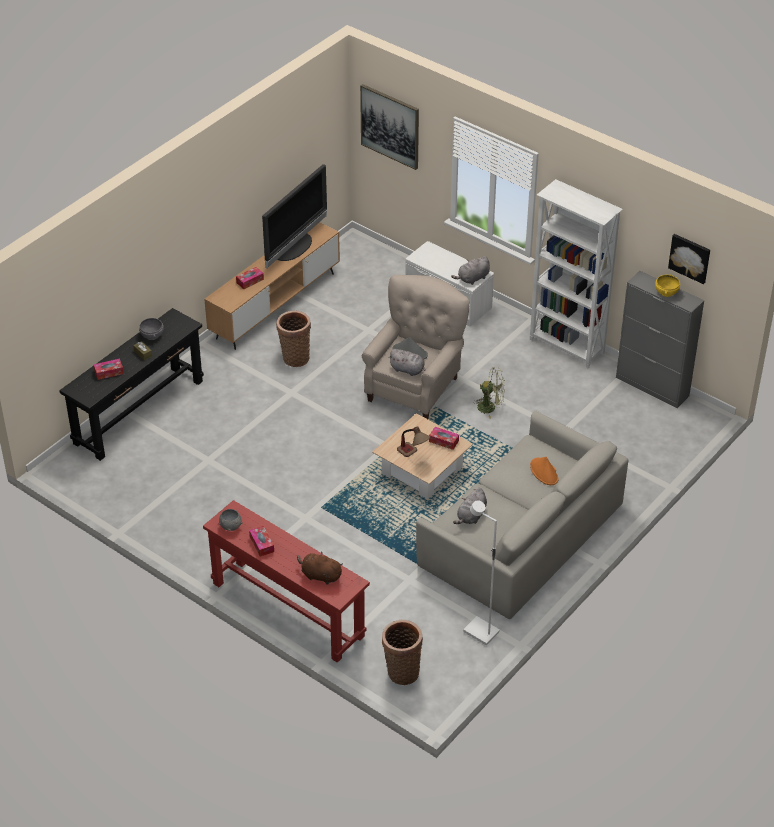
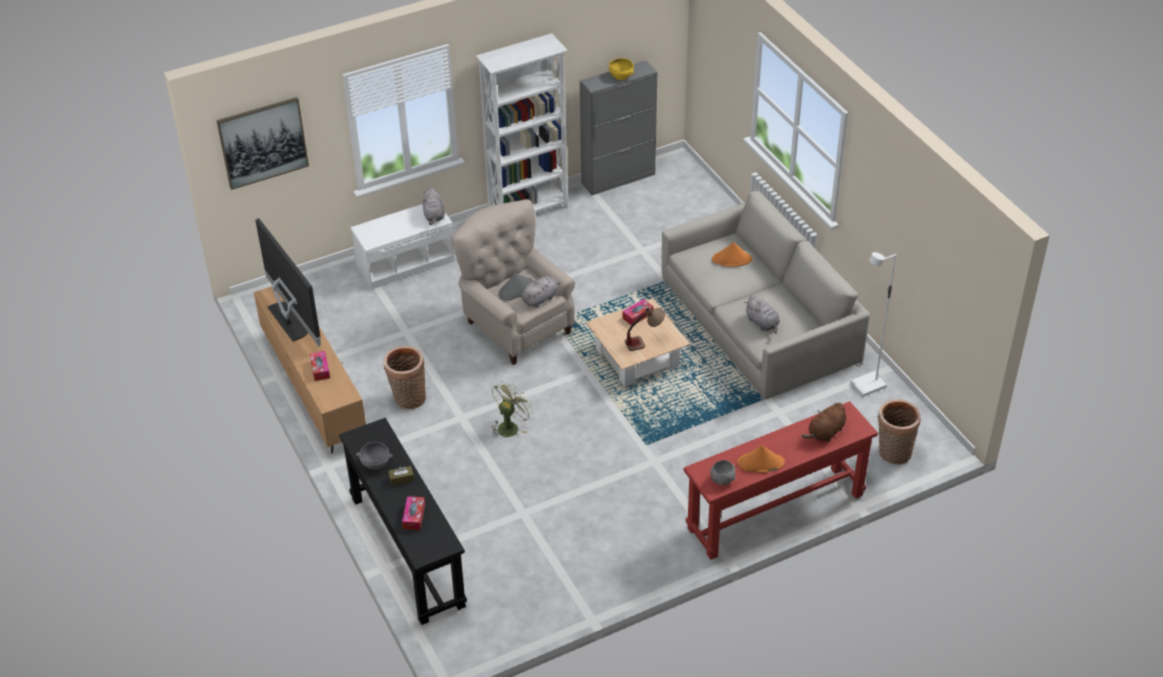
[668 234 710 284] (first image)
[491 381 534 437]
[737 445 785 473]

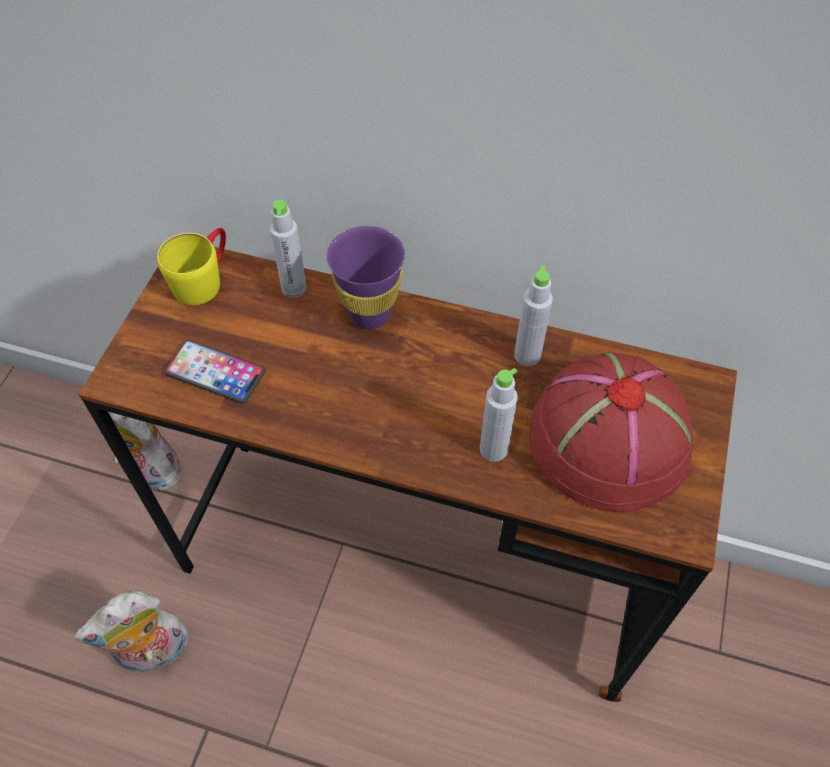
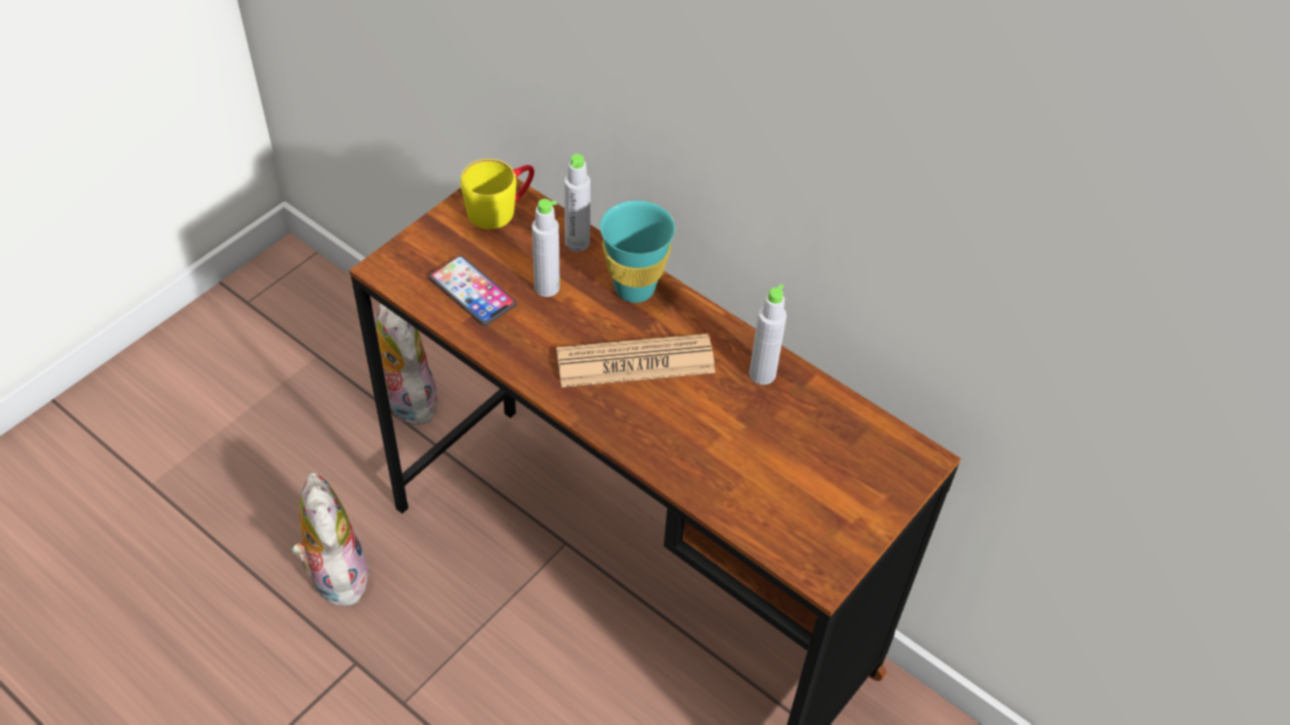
[600 200 675 303]
[529 353 693 512] (first image)
[532 199 560 297]
[291 472 370 606]
[556 334 715 387]

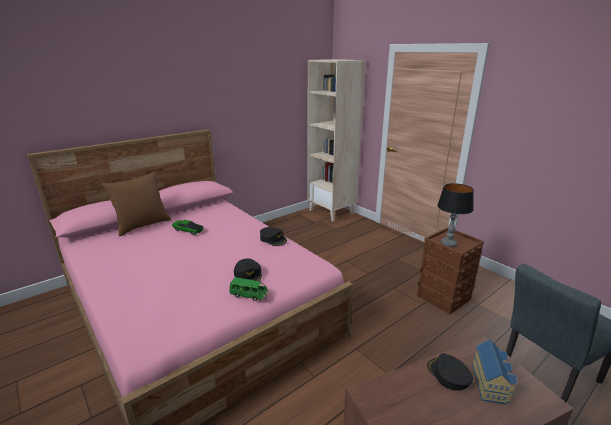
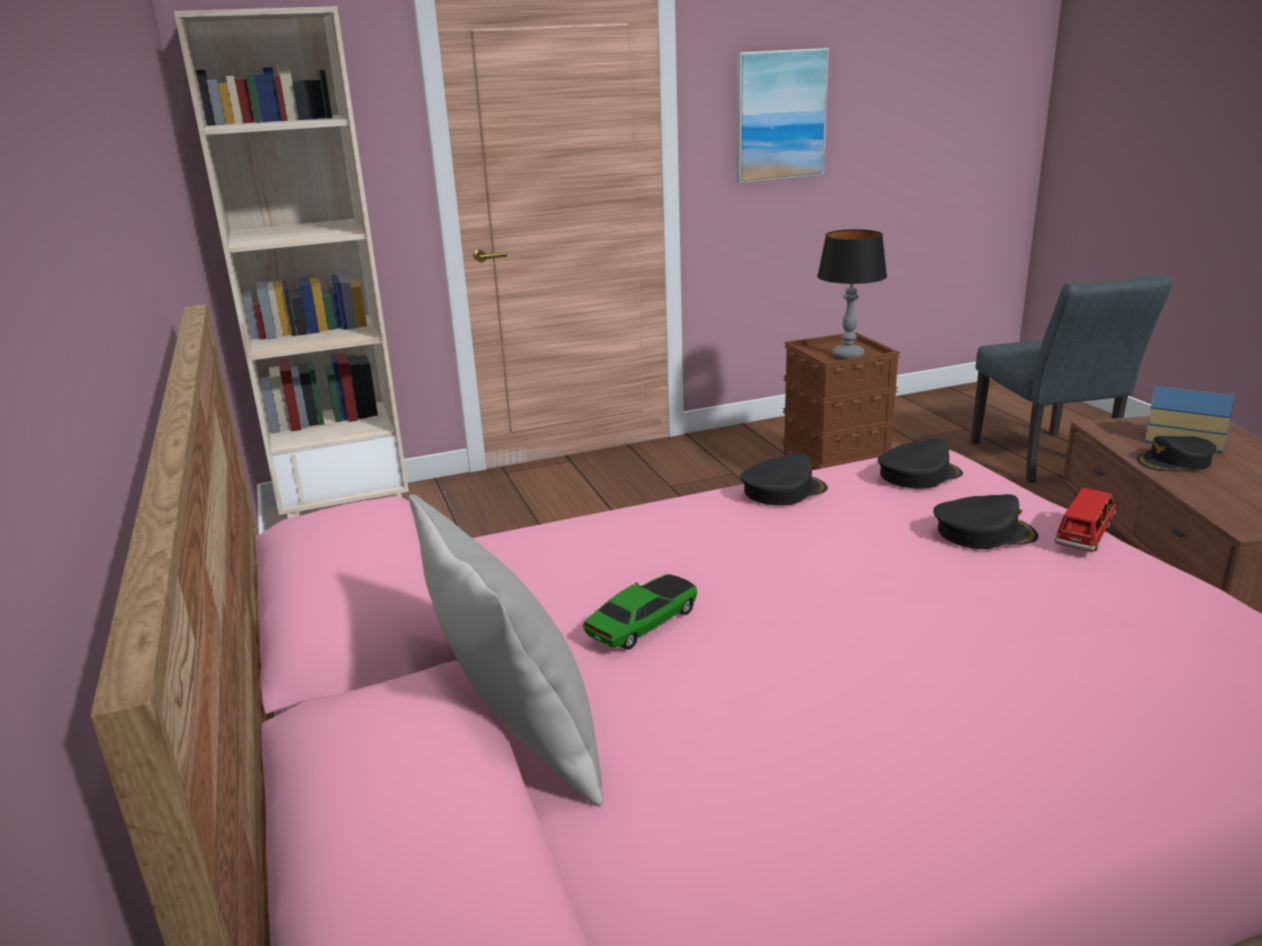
[409 494 603 806]
[1054 488 1119 552]
[736 48 829 184]
[878 438 963 489]

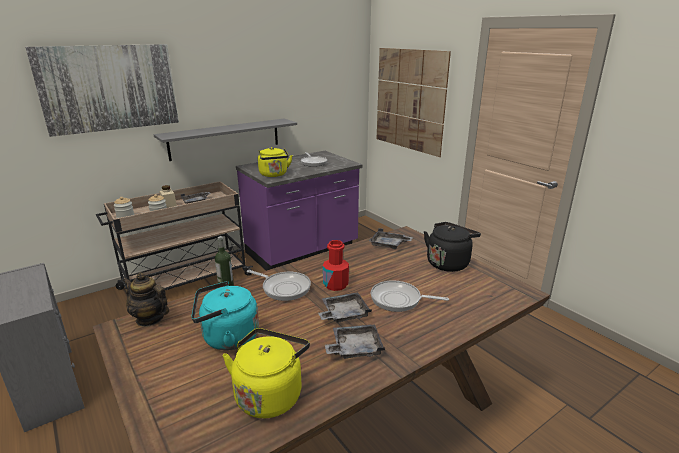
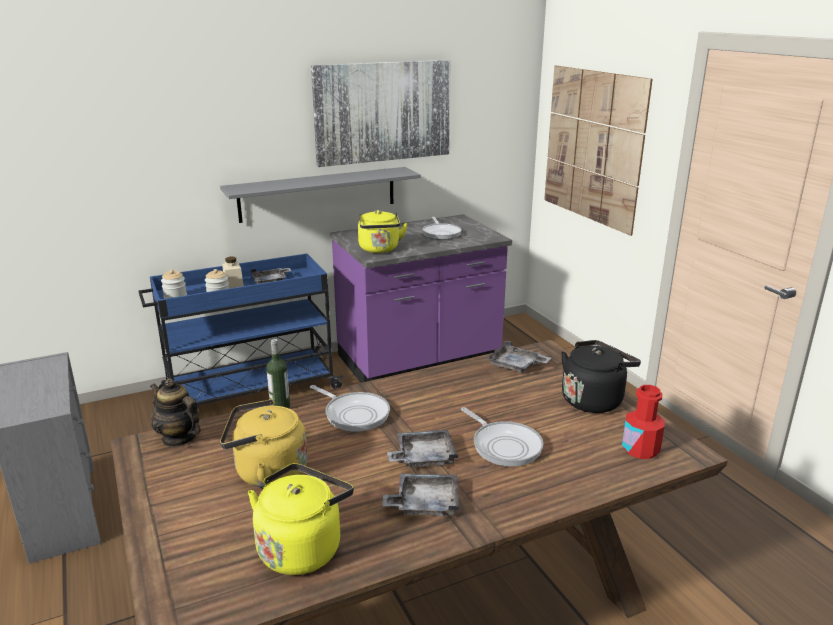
[311 60 451 167]
[138 254 344 405]
[622 385 665 459]
[461 407 544 467]
[220 399 308 488]

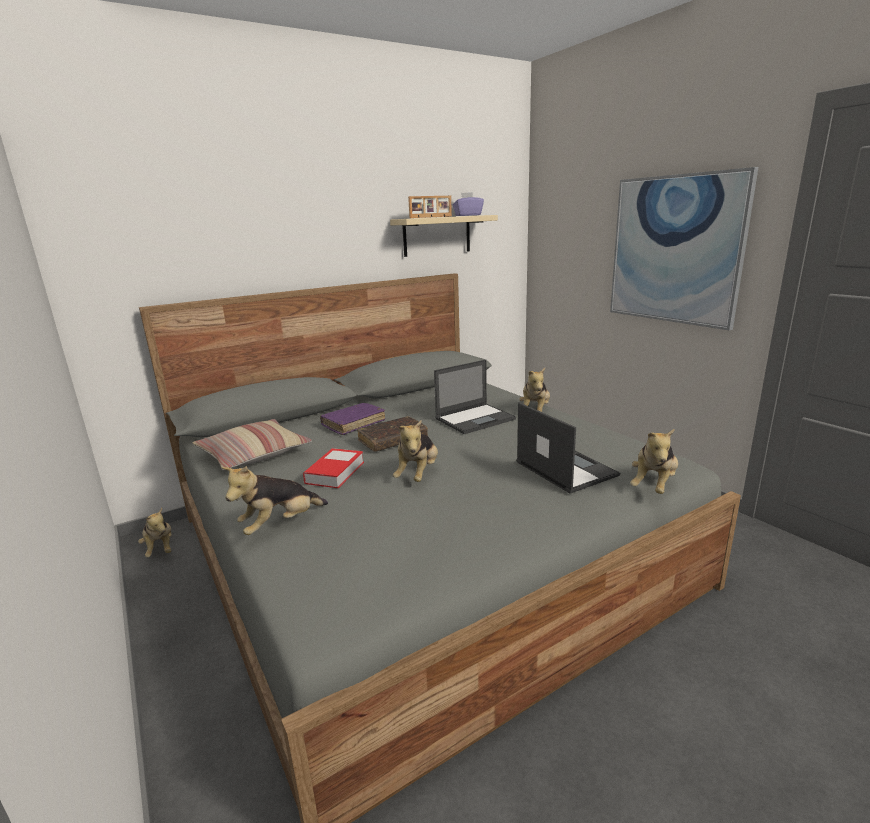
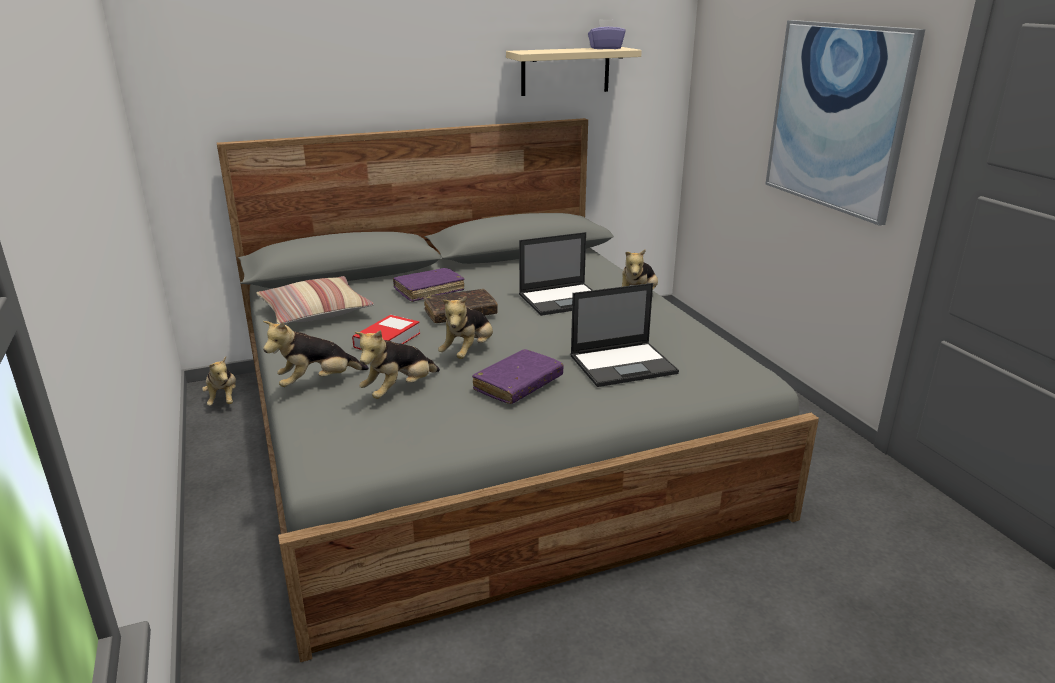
[408 196 452 218] (first image)
[570 283 679 387]
[355 330 440 399]
[472 349 564 404]

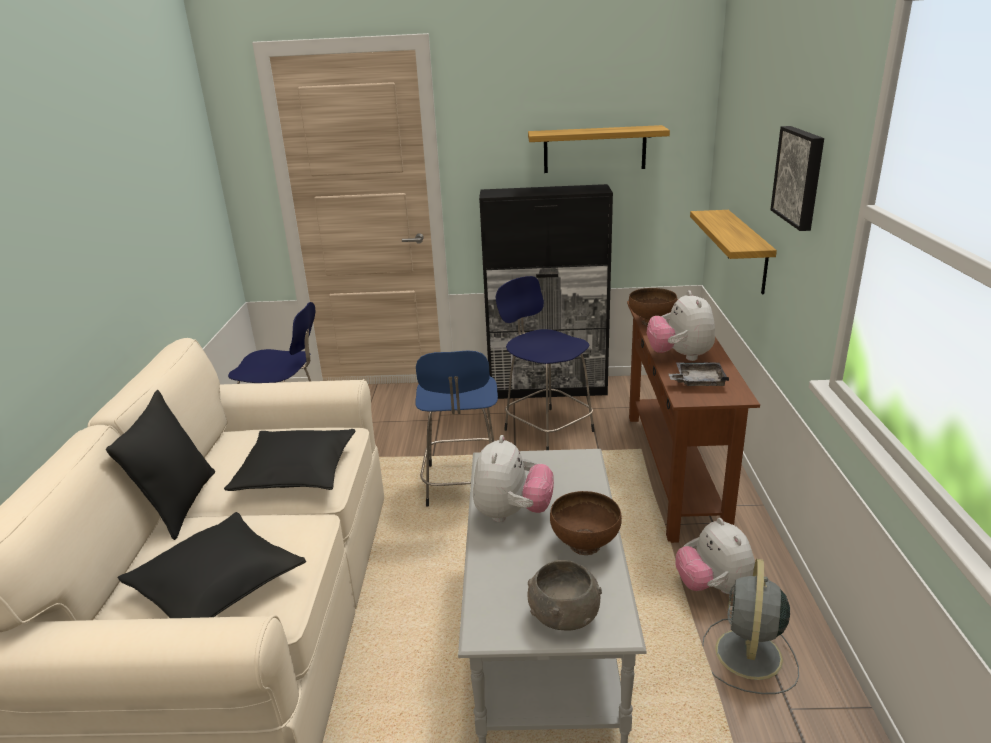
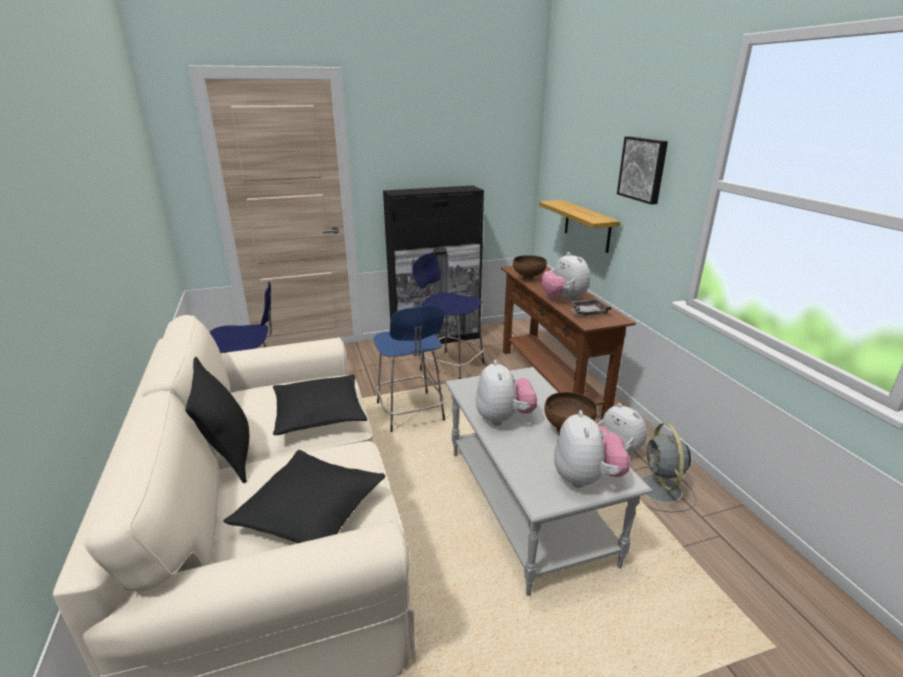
[528 125 670 173] (first image)
[554 410 629 488]

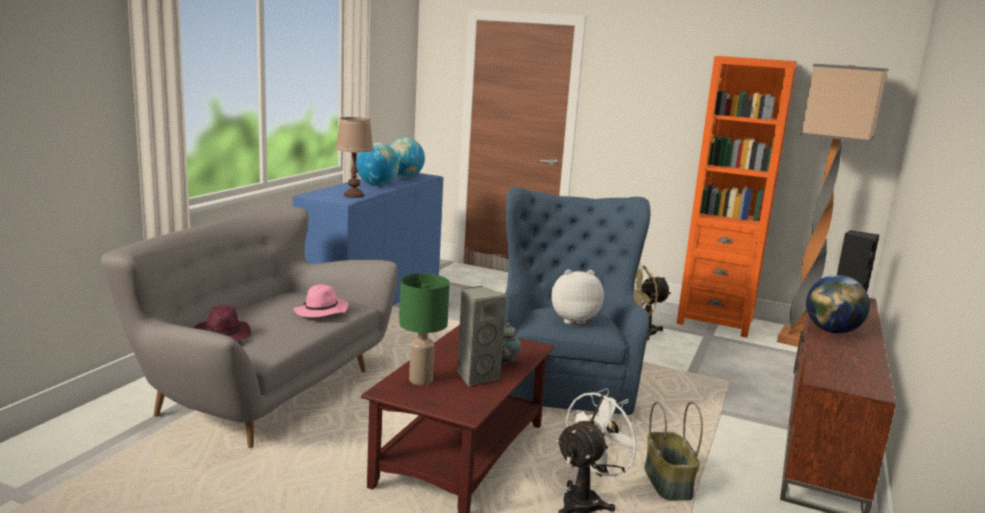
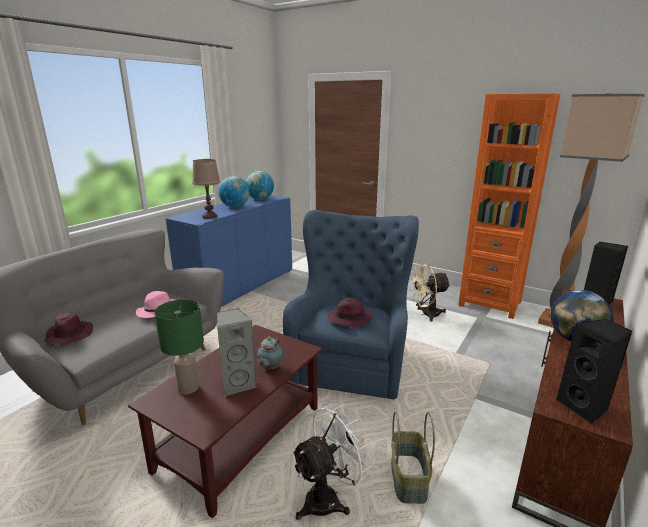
[328 298 373 328]
[556 319 632 424]

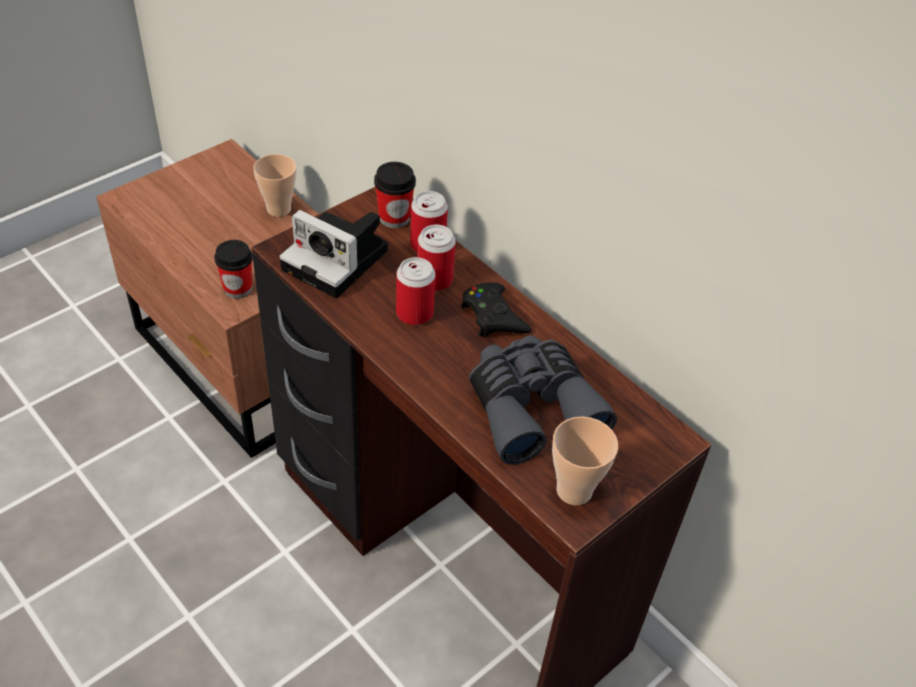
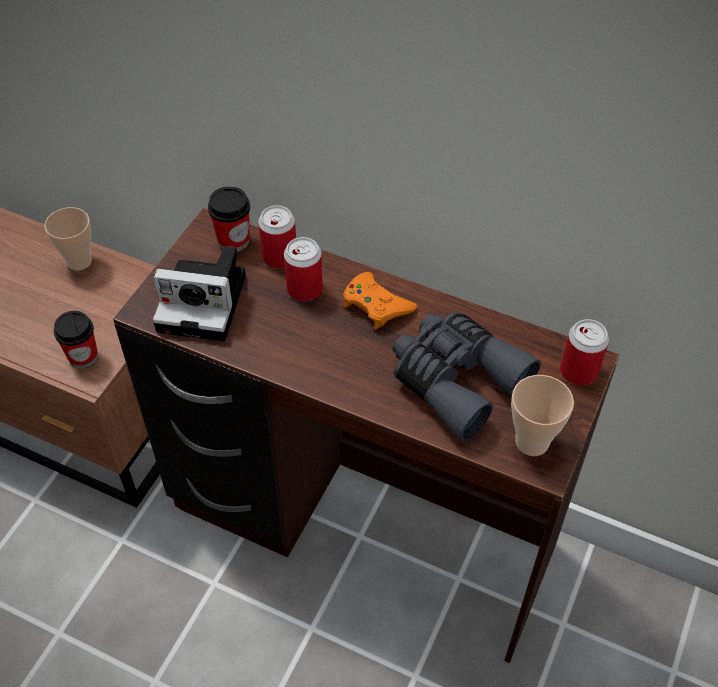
[560 319 609 386]
[343 272 418 330]

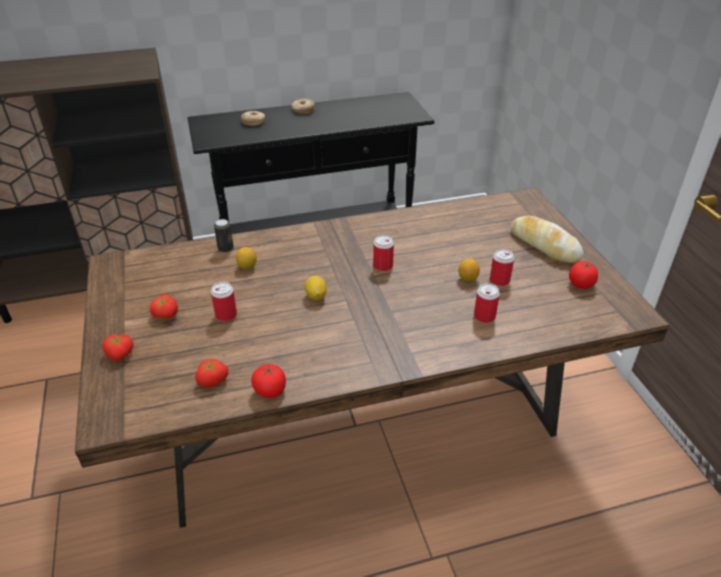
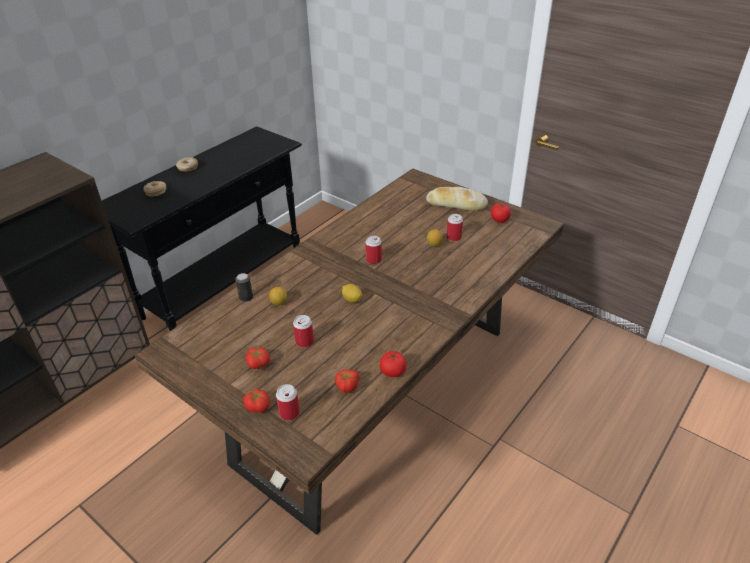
[276 384 300 421]

